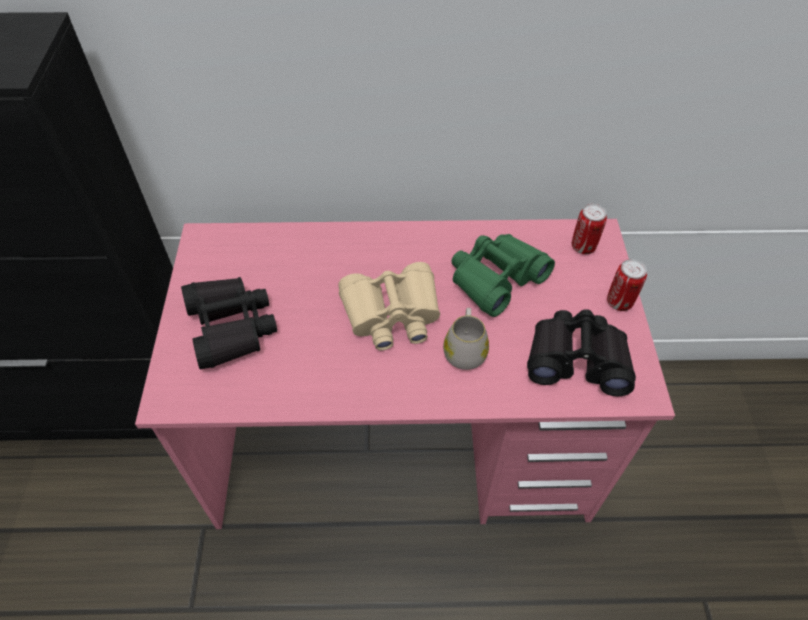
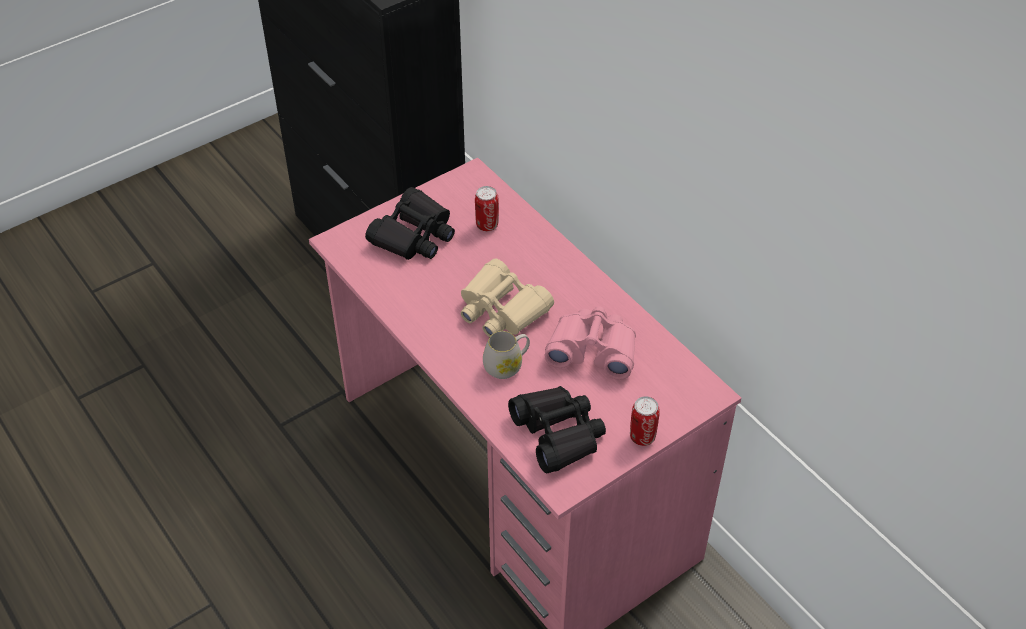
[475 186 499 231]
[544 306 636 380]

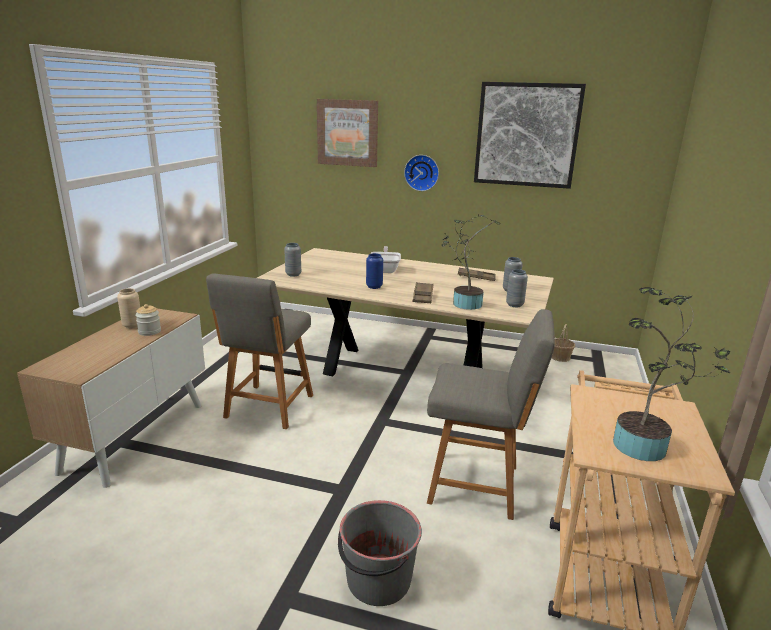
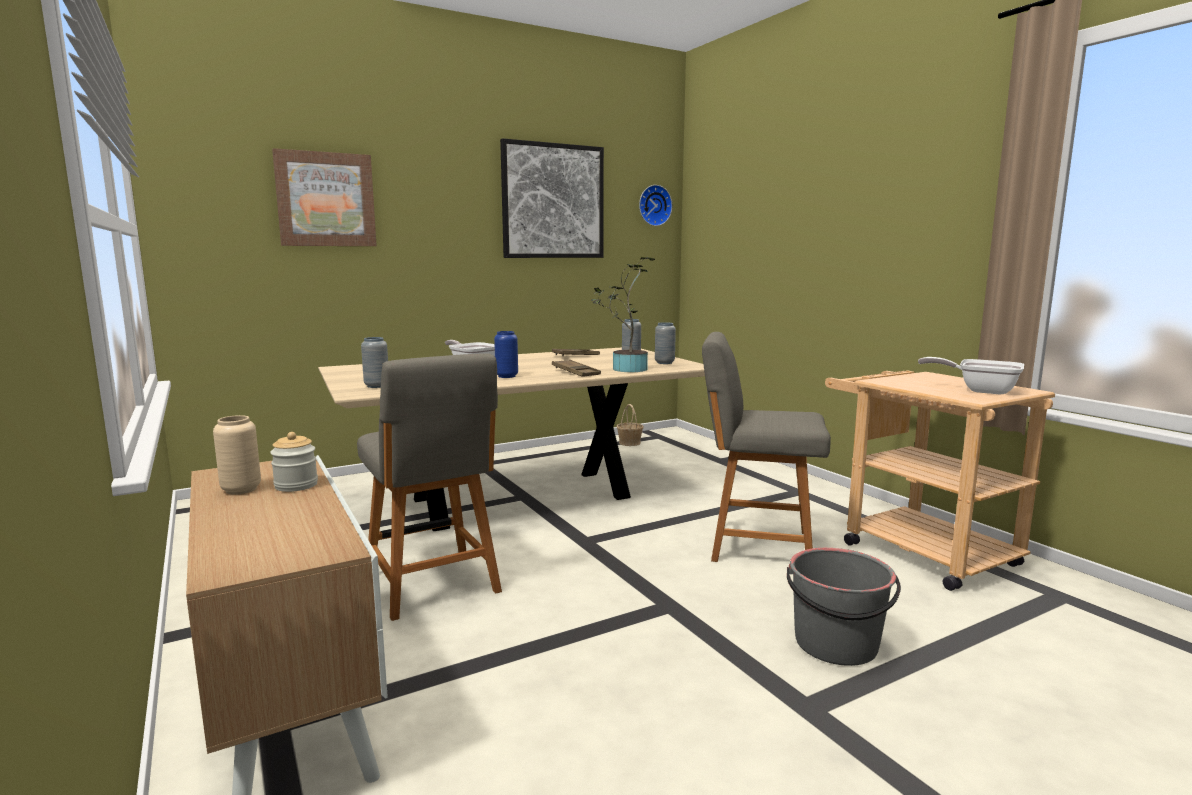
[639 185 672 226]
[918 357 1024 395]
[702 332 831 562]

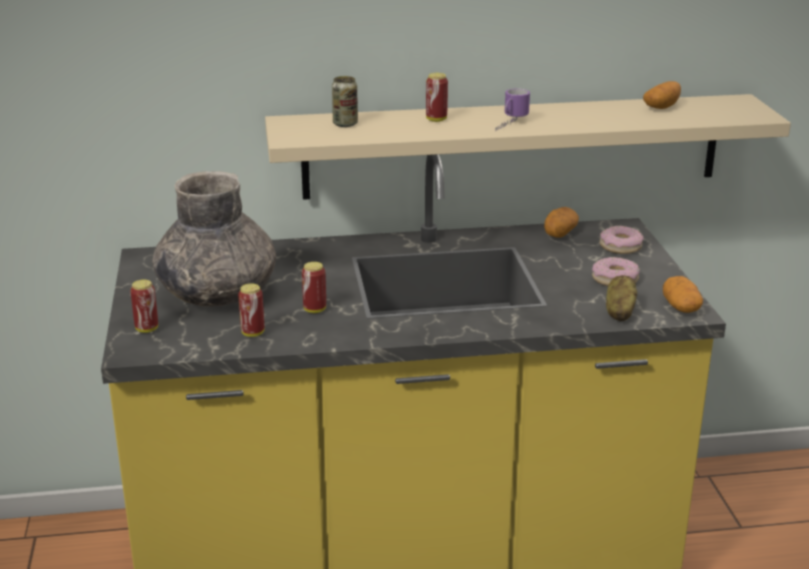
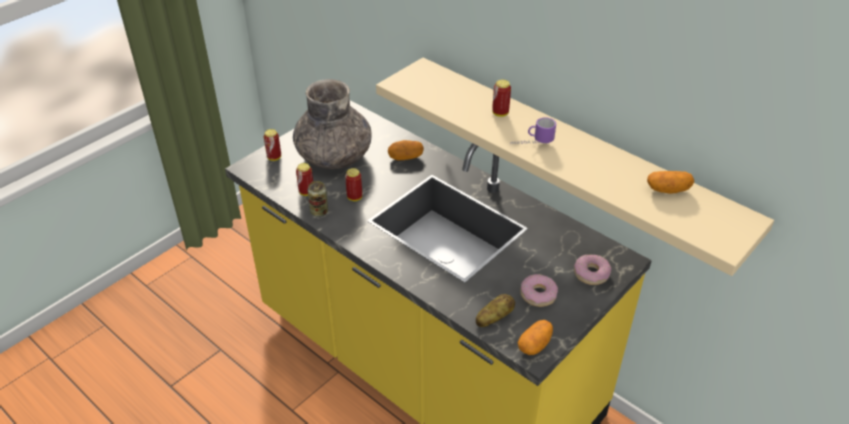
[308 181 328 217]
[388 140 424 160]

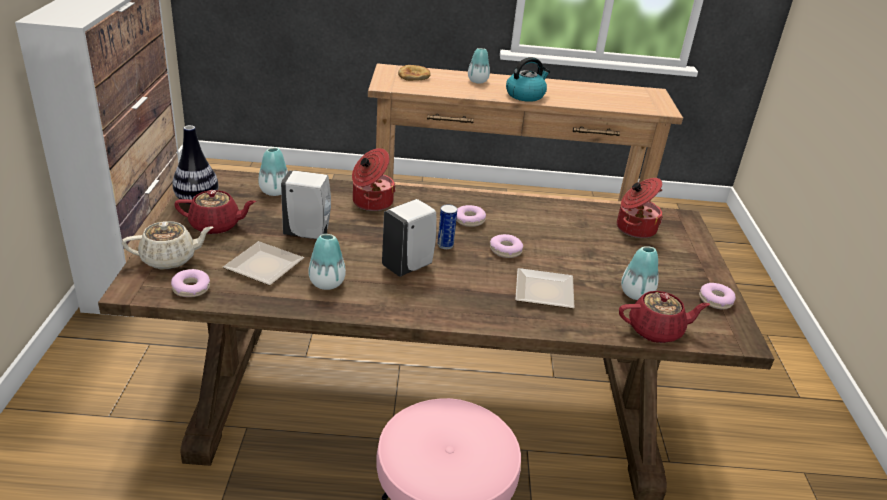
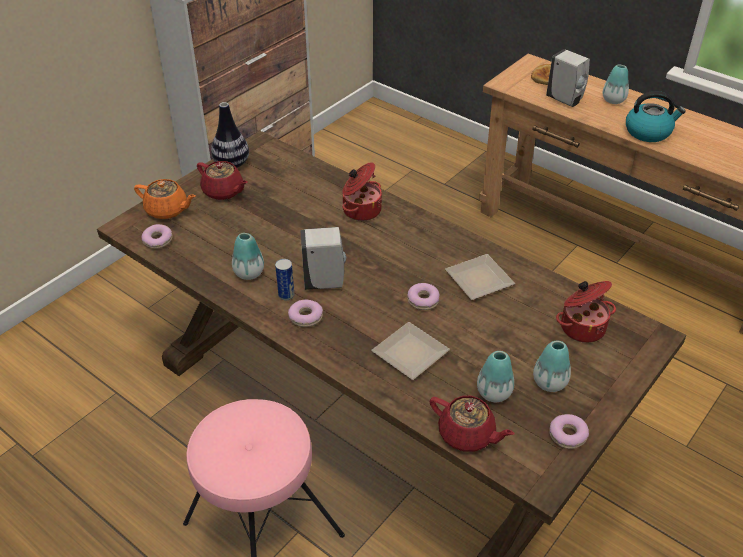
[533 341 571 392]
[546 49 590 107]
[275 259 294 300]
[288 300 323 327]
[134 179 196 219]
[445 254 515 300]

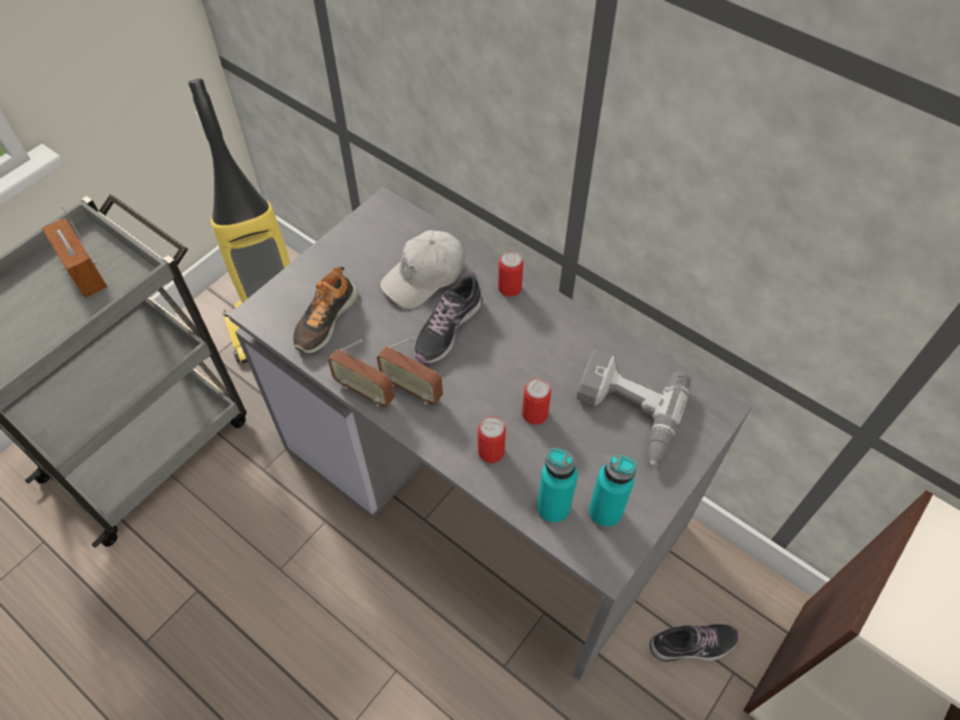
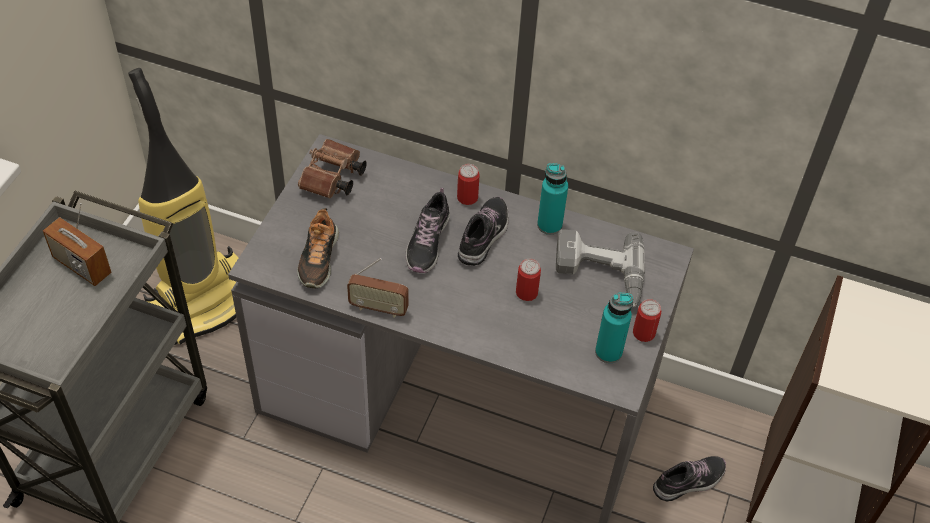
[380 230 465 309] (first image)
[377 337 443 405] (first image)
[633 299 661 342]
[537 163 568 235]
[298 139 367 198]
[458 197 509 266]

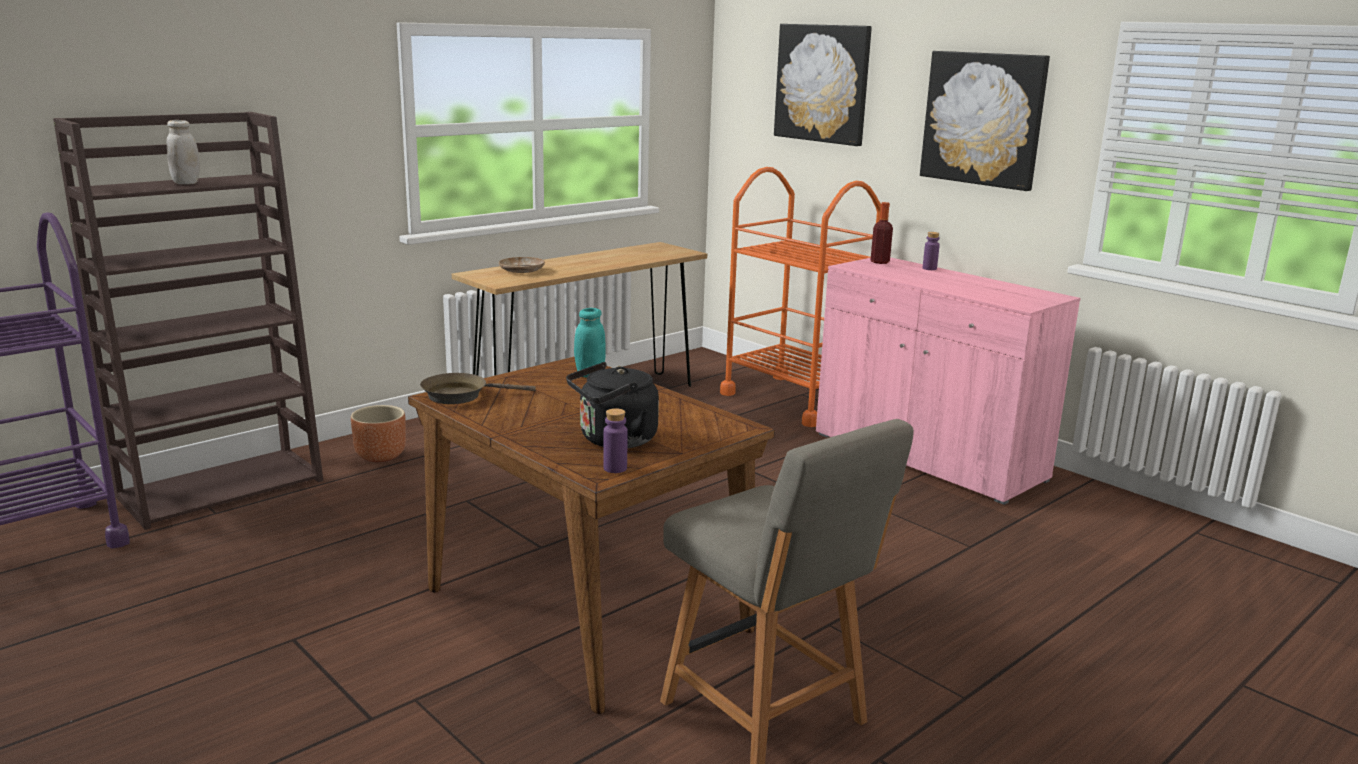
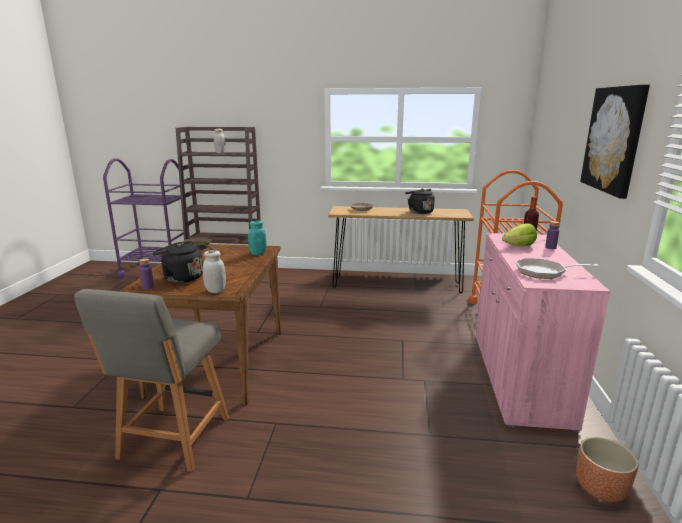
[774 24 872 146] (first image)
[576 436 638 502]
[405 188 435 214]
[502 223 537 246]
[203 250 226 293]
[516 258 599 279]

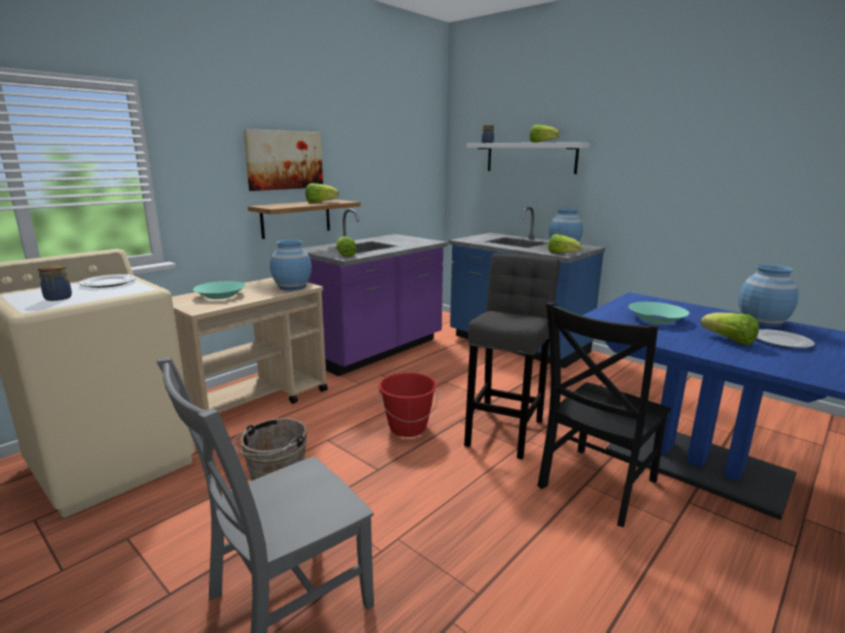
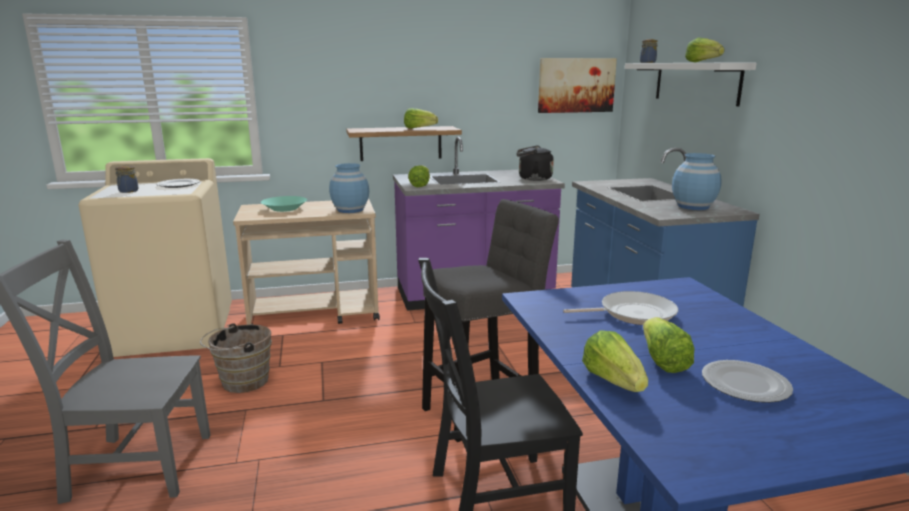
[538 58 617 113]
[582 330 648 392]
[738 264 799 328] (first image)
[563 291 678 325]
[378 372 438 437] (first image)
[516 145 554 181]

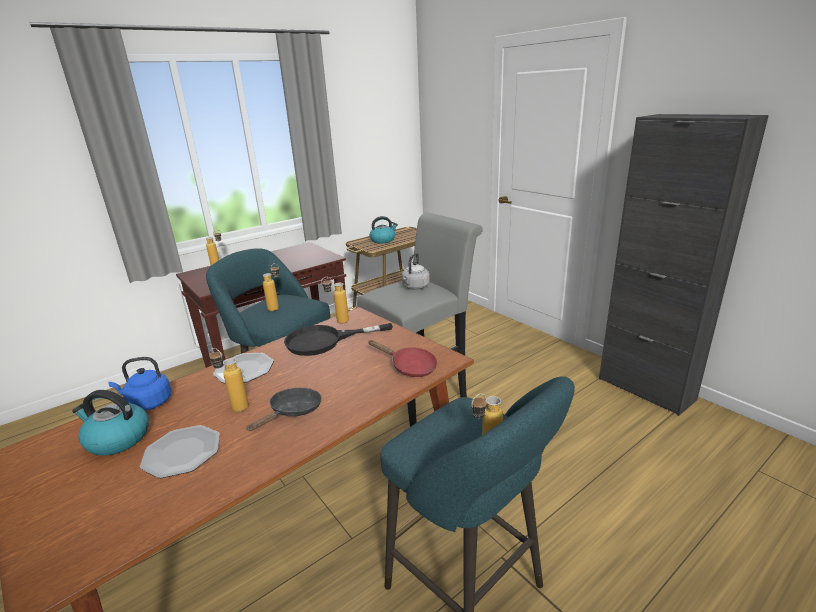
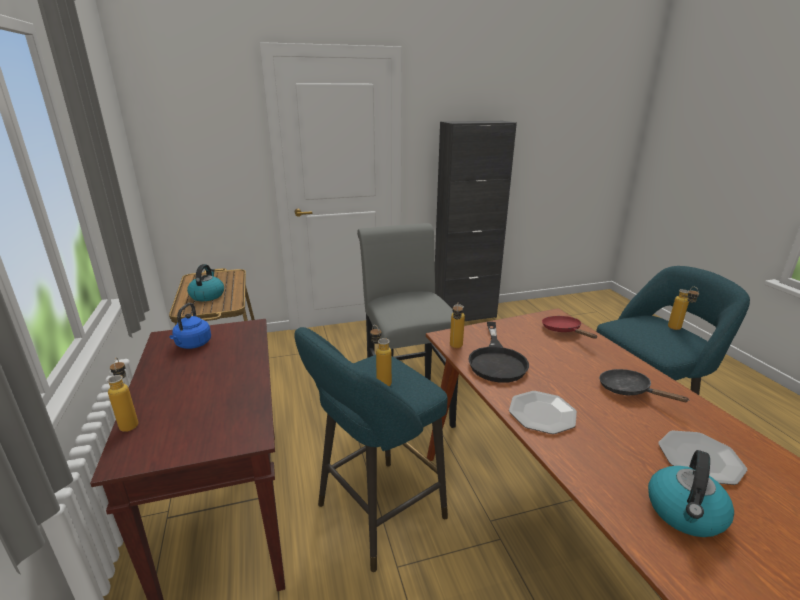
[402 253 430 290] (first image)
[542 316 597 339]
[209 348 249 412] (first image)
[169 303 211 349]

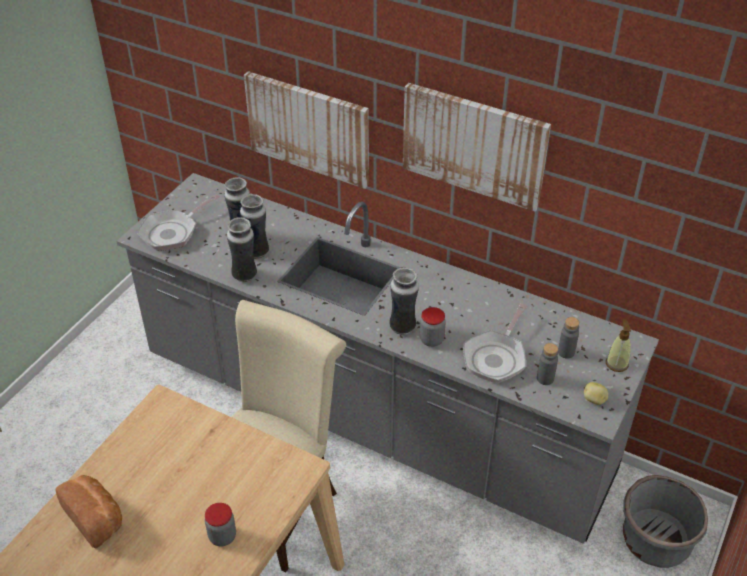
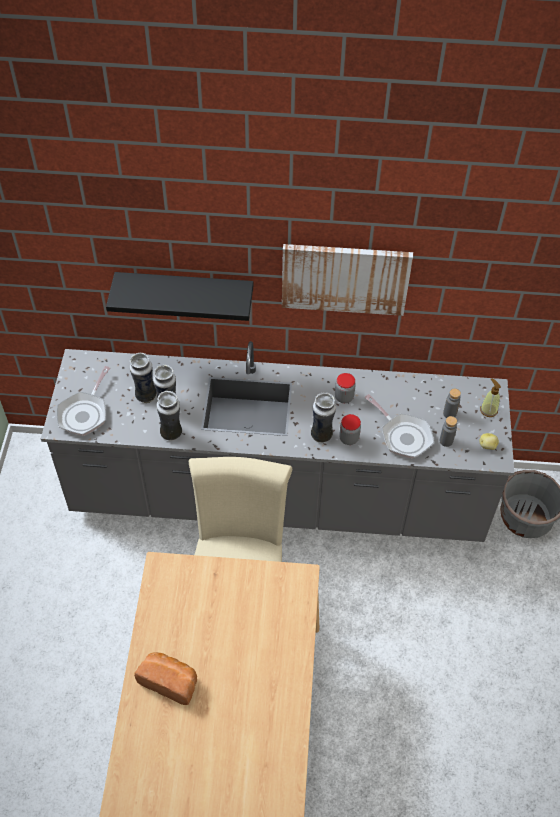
[106 272 254 321]
[365 394 434 459]
[335 373 356 403]

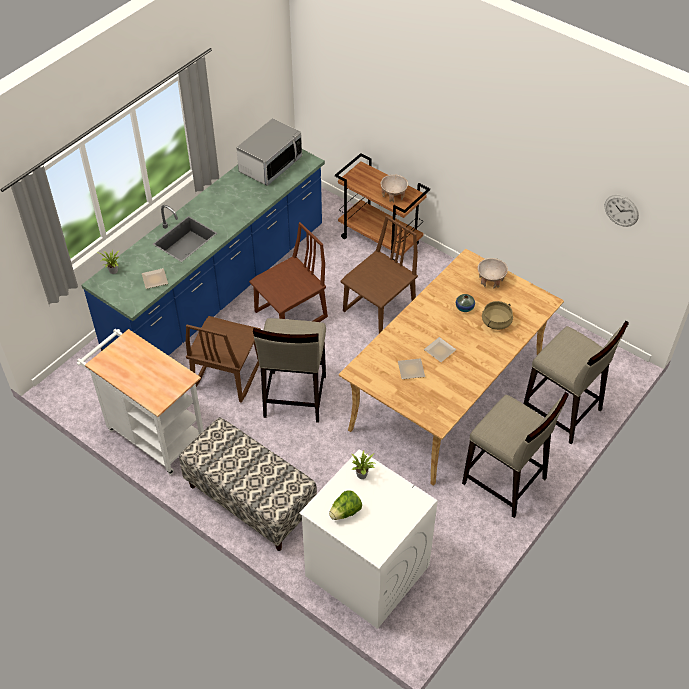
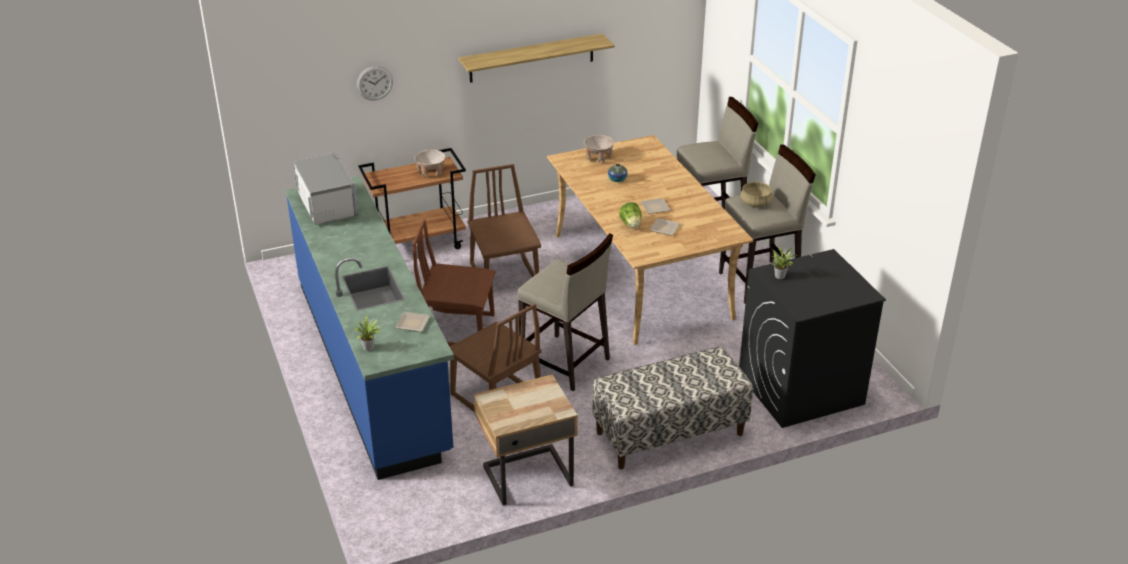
[357 66 393 101]
[412 219 496 346]
[740 182 773 207]
[474 374 578 506]
[739 249 886 428]
[619 202 642 228]
[458 33 615 83]

